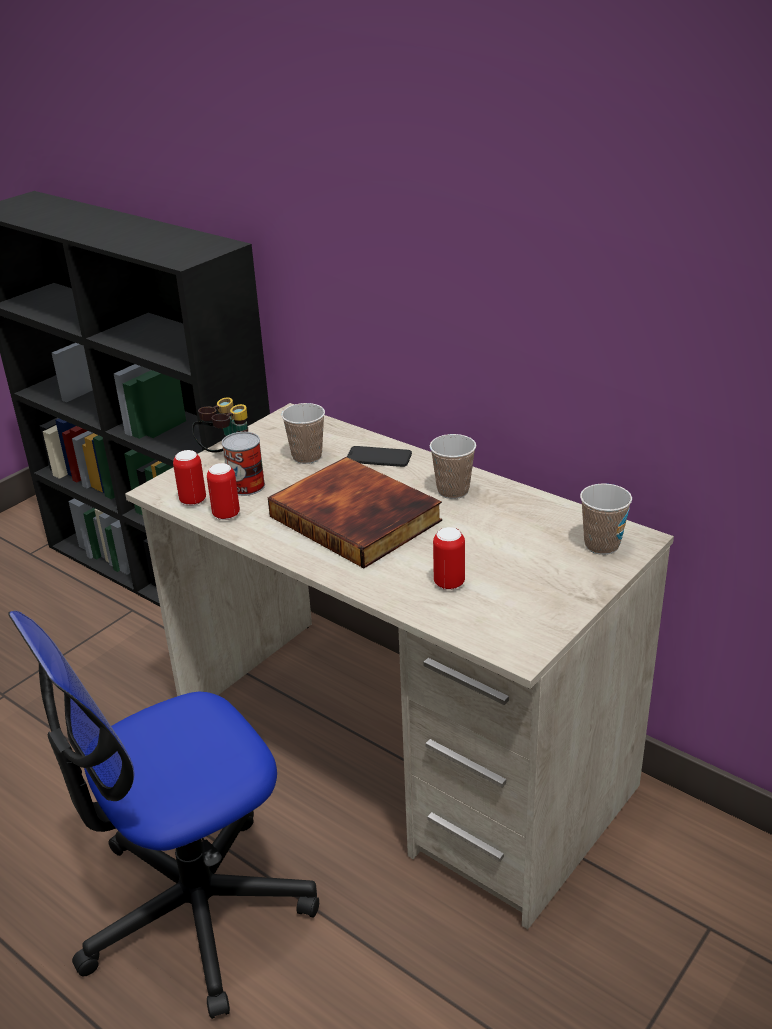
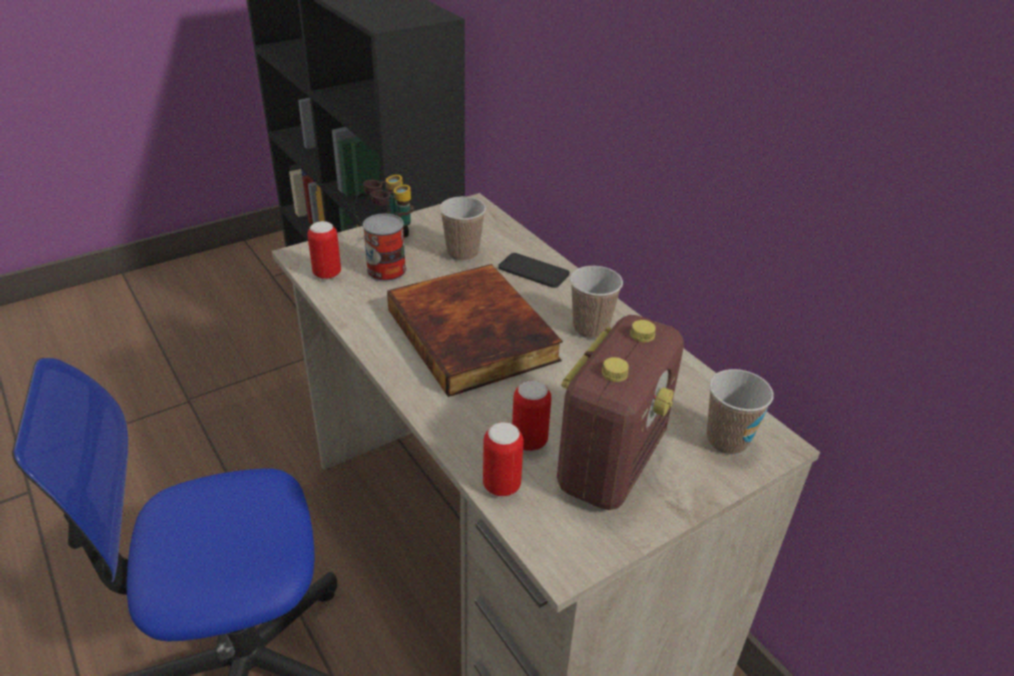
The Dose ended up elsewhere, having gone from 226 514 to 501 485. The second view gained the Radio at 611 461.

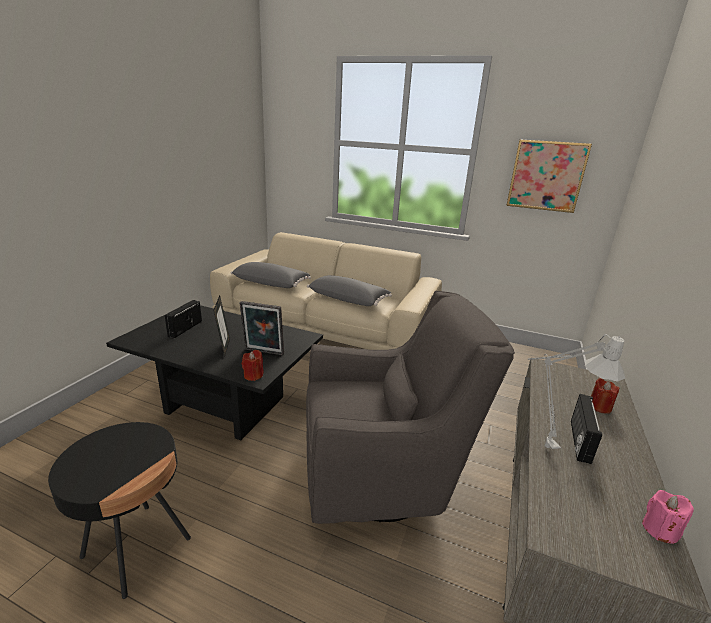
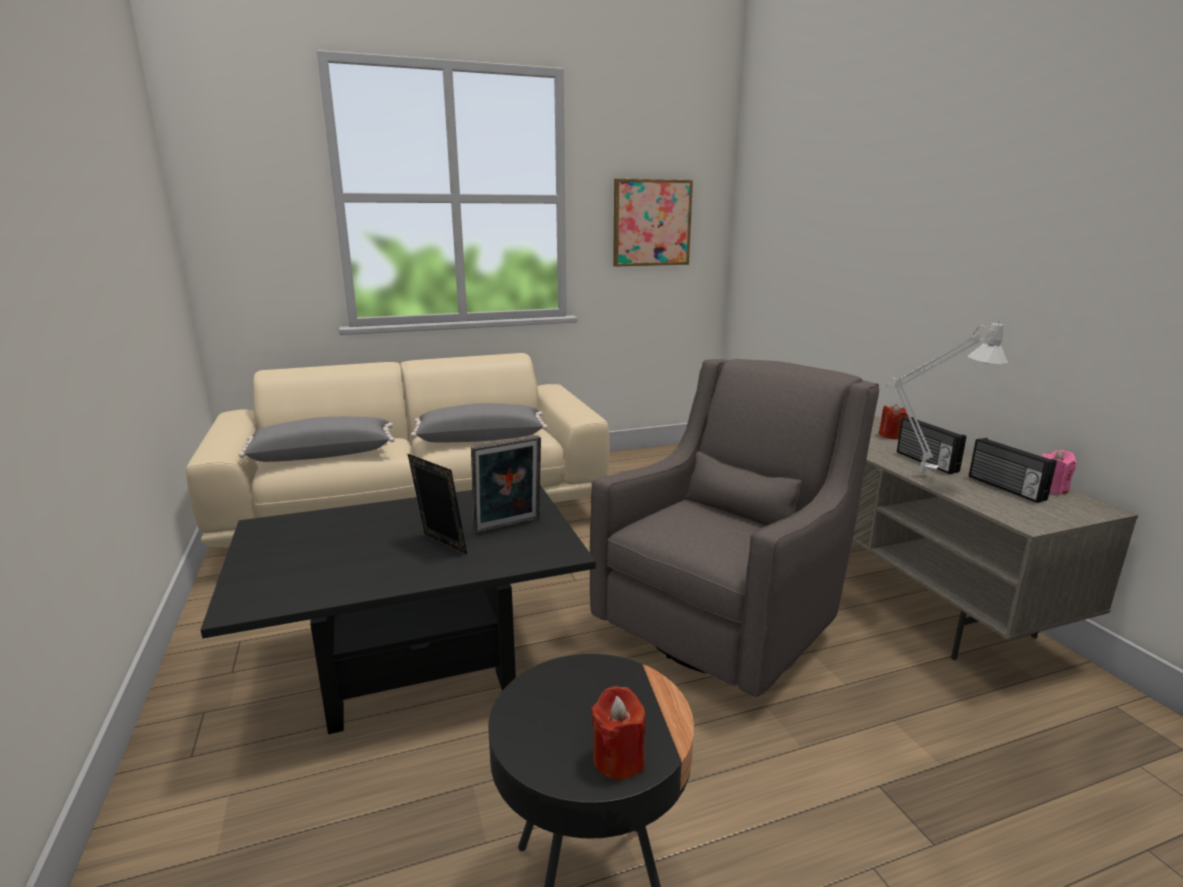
The Radio ended up elsewhere, having gone from 184 328 to 1005 488. The Kerze [rot] ended up elsewhere, having gone from 253 375 to 618 759.

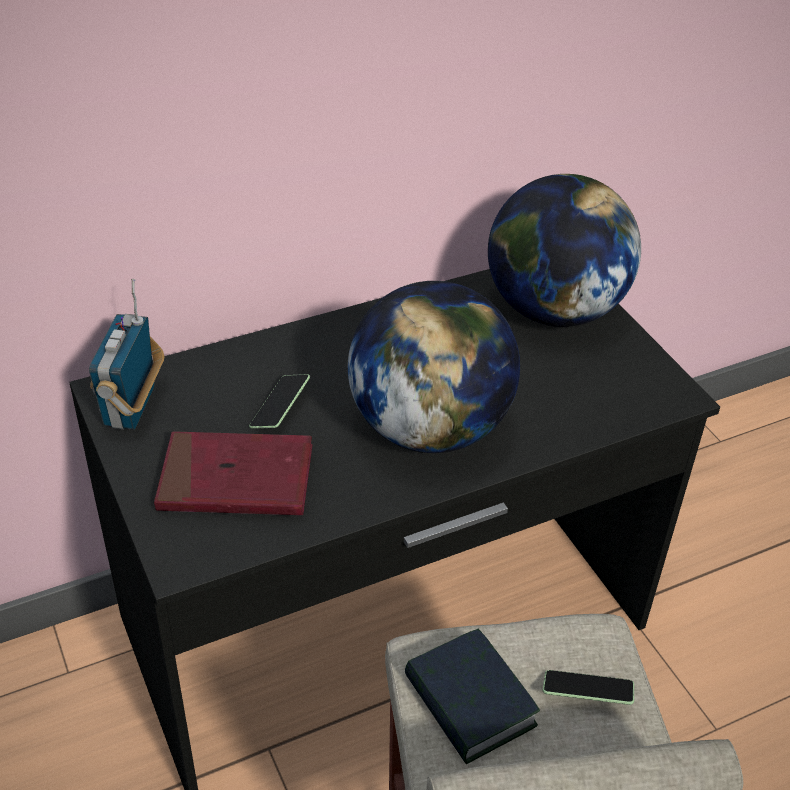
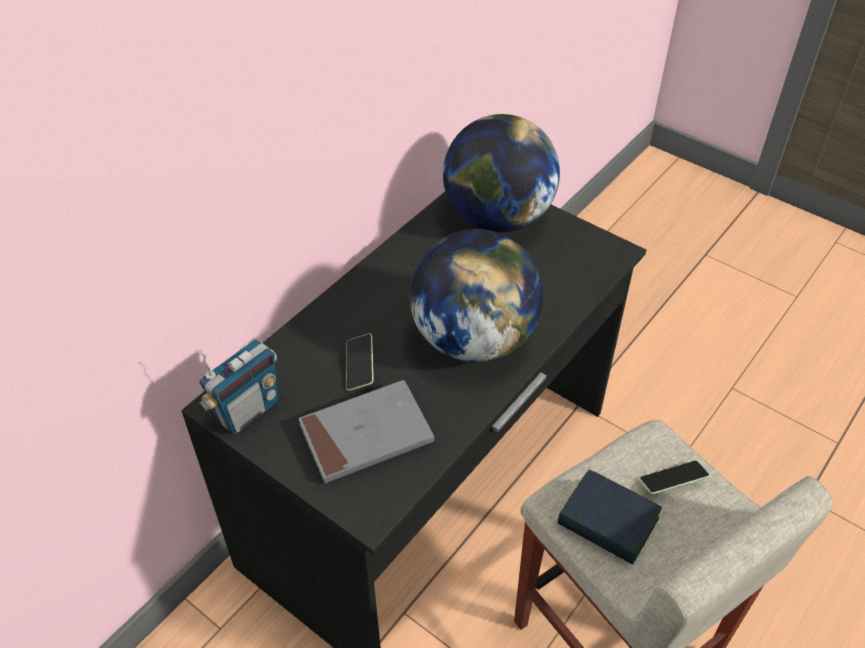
The Radio at 132 407 ended up facing another way, 120 degrees counterclockwise from before. What was the Buch [rot] at 236 480 turned into the Buch [grau] at 366 435.

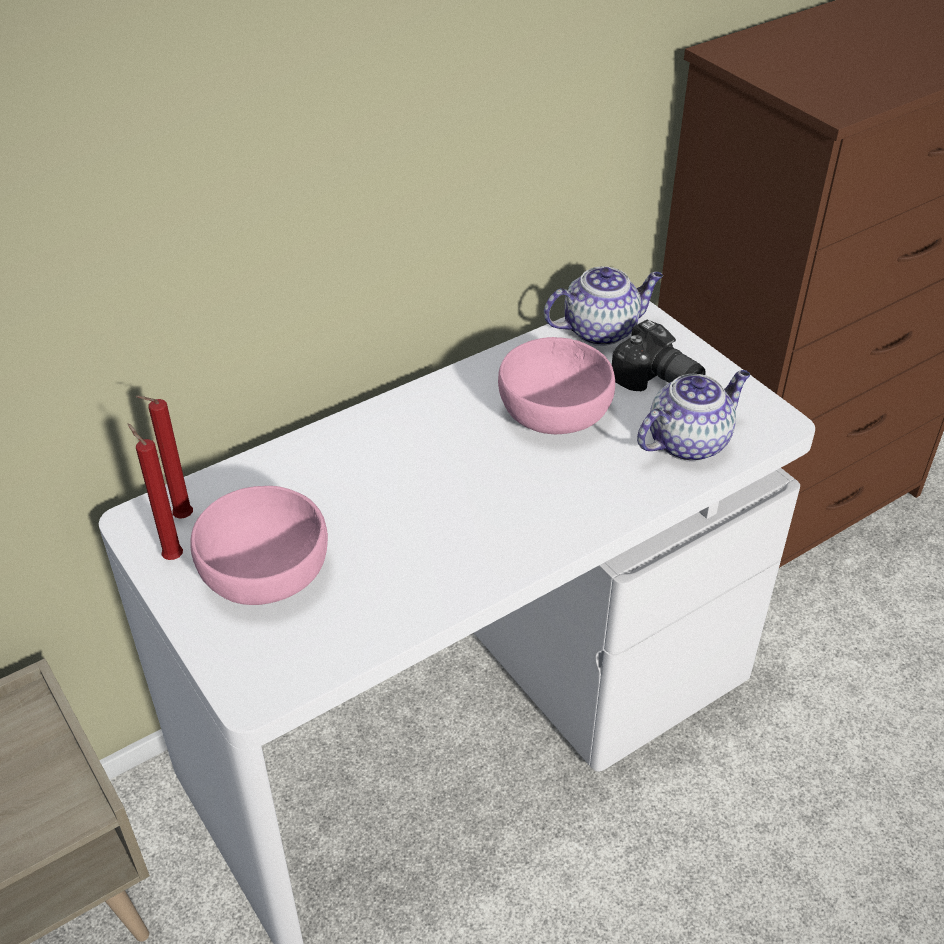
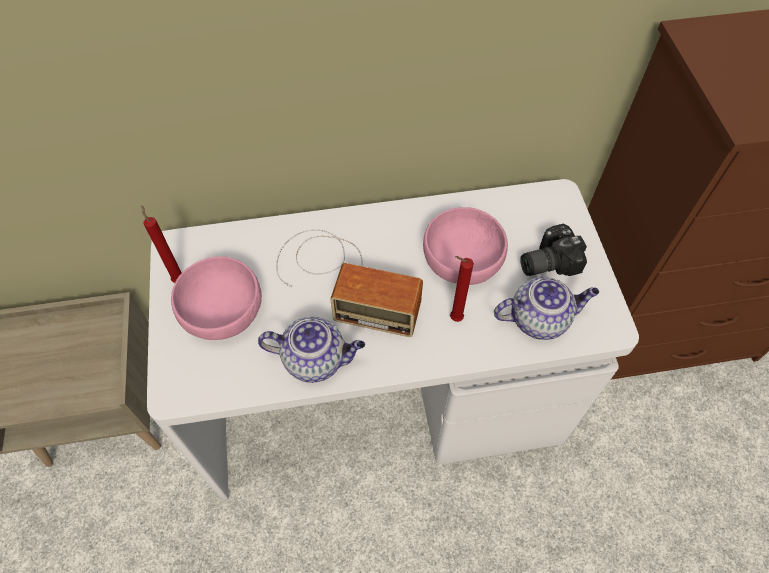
The Teekanne ended up elsewhere, having gone from 601 330 to 316 359. The Kamera at 656 381 ended up facing another way, 90 degrees clockwise from before. The Kerze [rot] ended up elsewhere, having gone from 180 518 to 454 318. The second view gained the Radio at 344 280.

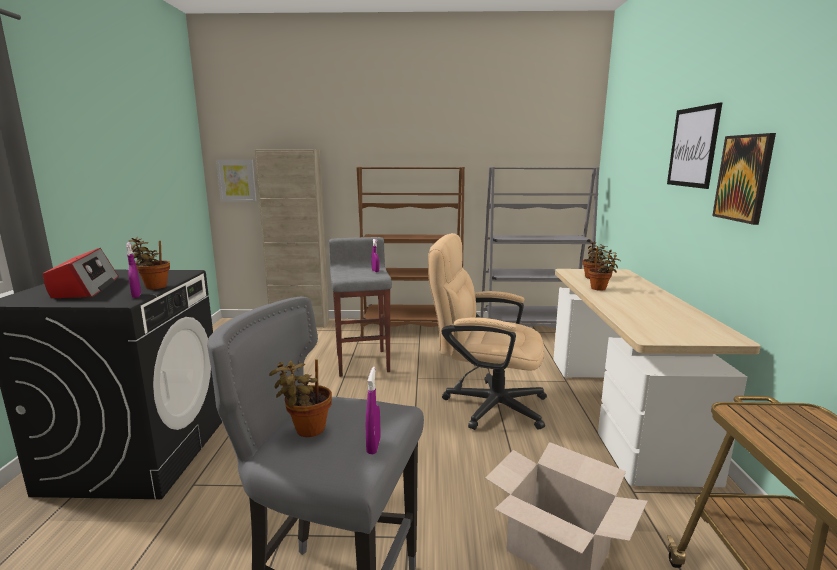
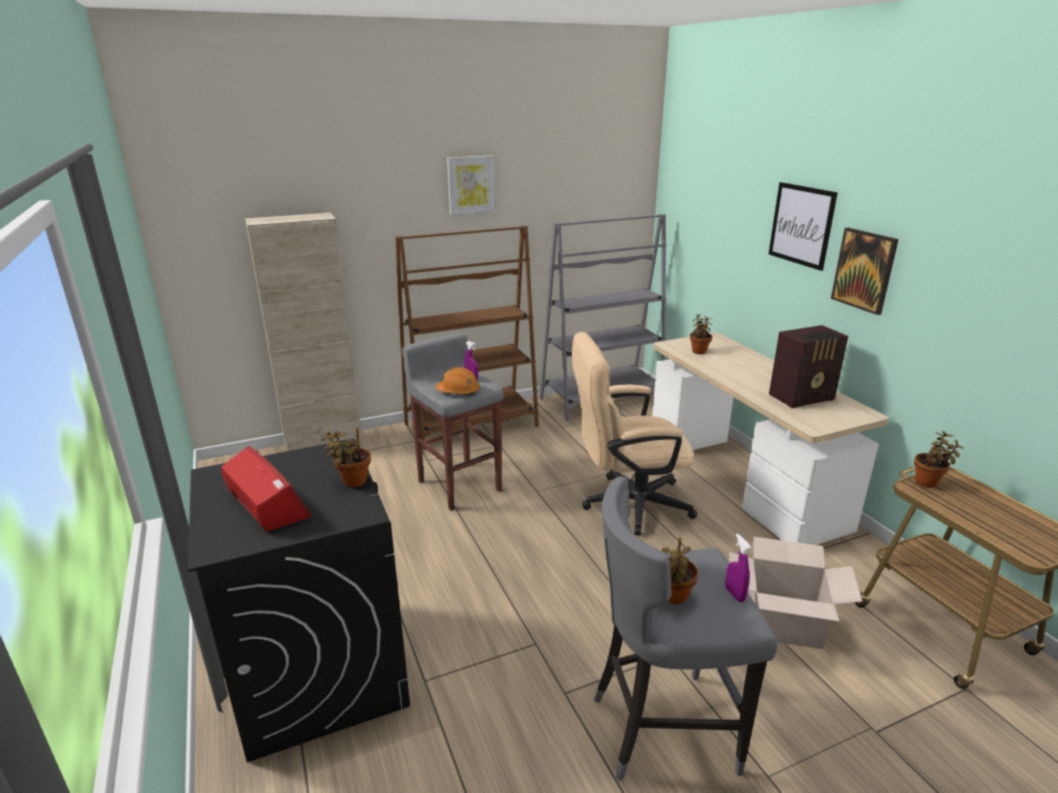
The Bild ended up elsewhere, having gone from 237 180 to 471 185. The second view lost the Sprühflasche [lila] at 136 296. The Topfpflanze ended up elsewhere, having gone from 600 288 to 928 482. The second view gained the Radio at 803 398. The second view gained the Schutzhelm [orange] at 458 391.

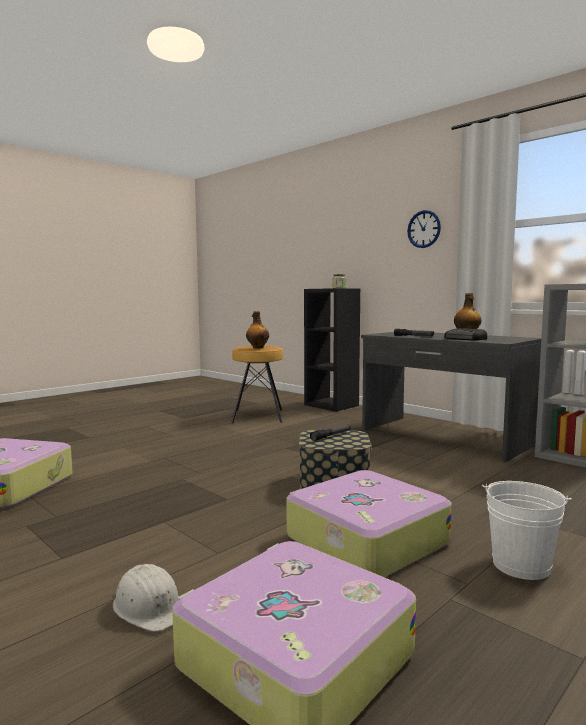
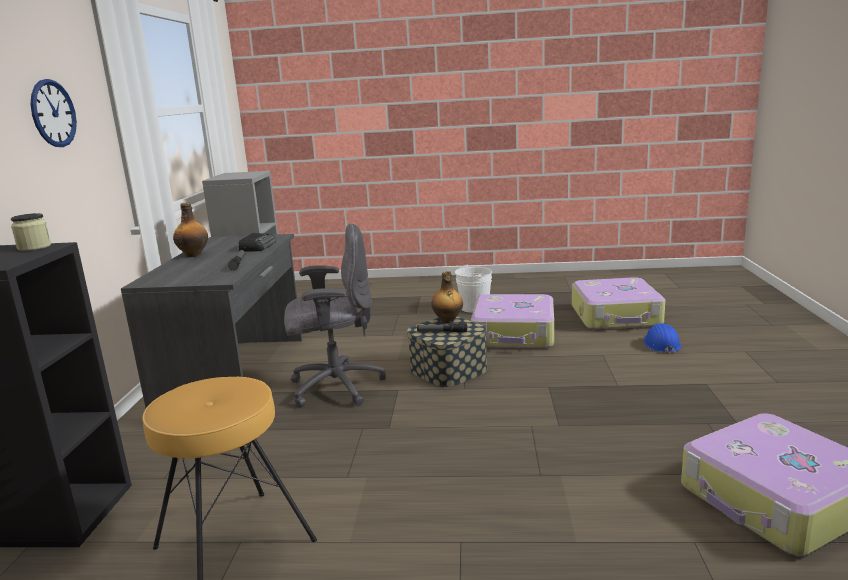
The Flasche ended up elsewhere, having gone from 257 348 to 447 320. What was the Schutzhelm [weiß] at 150 607 turned into the Schutzhelm [blau] at 661 344. The second view gained the Bürostuhl [grau] at 335 387.

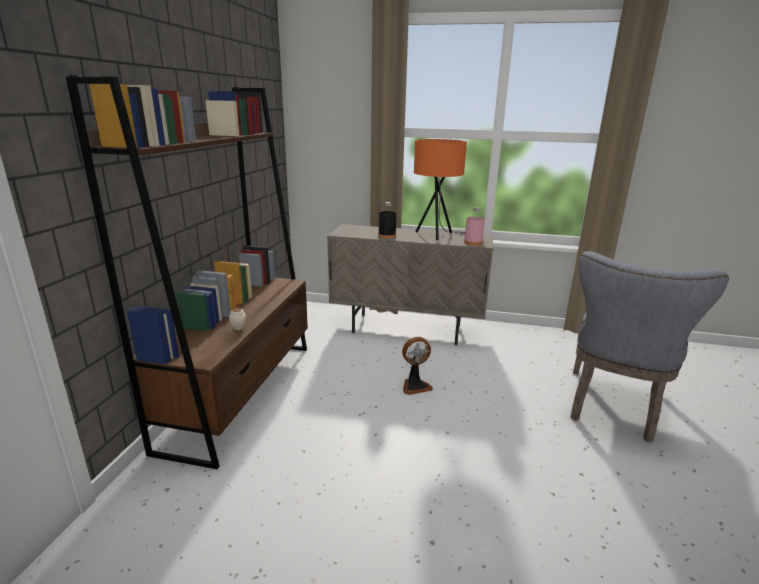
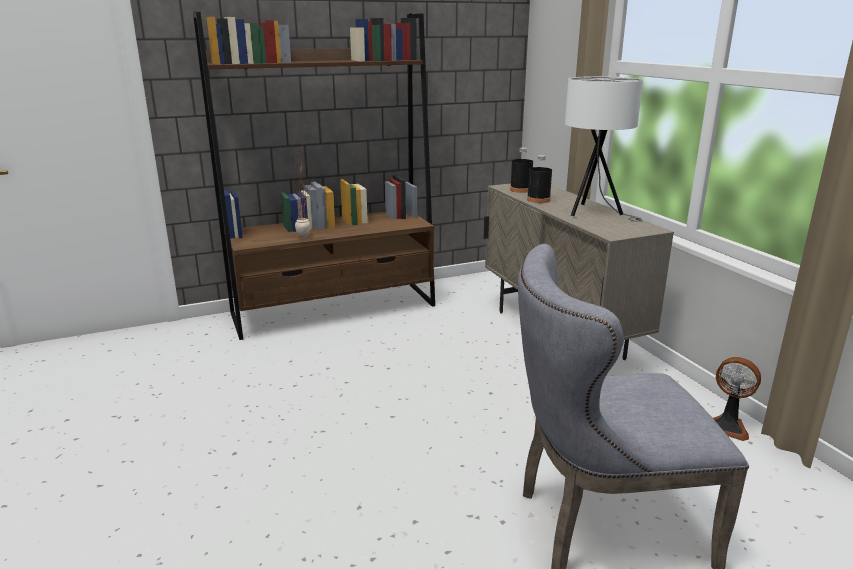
What was the Tischlampe [orange] at 437 235 turned into the Tischlampe [weiß] at 595 213. The second view lost the Flasche [rosa] at 473 243. The Ventilator ended up elsewhere, having gone from 415 386 to 727 426. The second view gained the Flasche [schwarz] at 520 190.

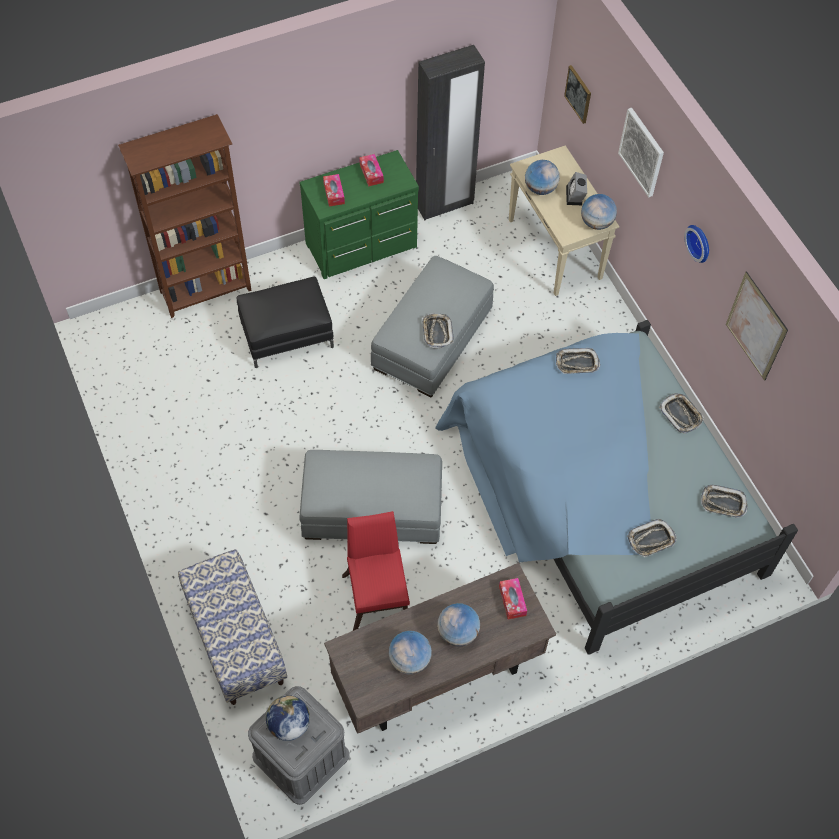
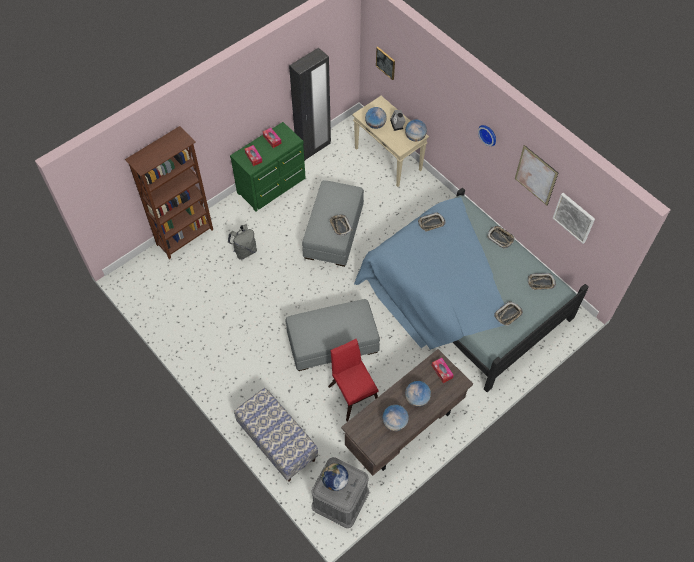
The Bild ended up elsewhere, having gone from 642 152 to 574 217. Where the Polsterhocker [schwarz] stood at 287 335, the Rucksack [grau] came to stand at 244 251.

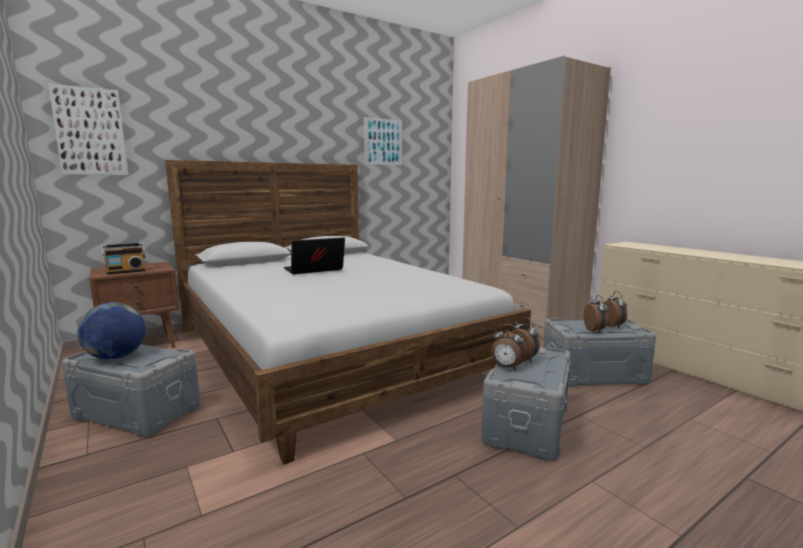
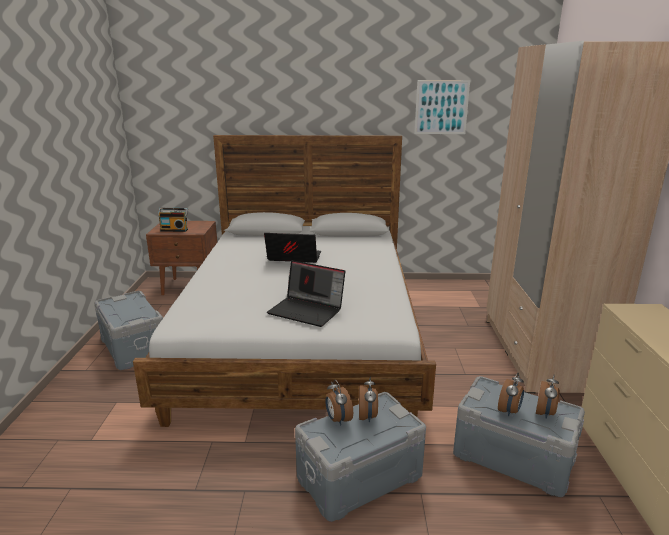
The second view lost the Bild at 90 132. The second view lost the Globus at 116 357. The second view gained the Laptop at 307 310.

